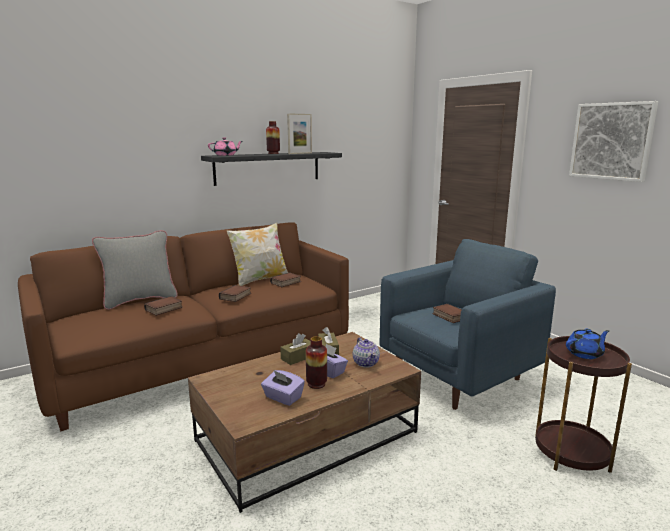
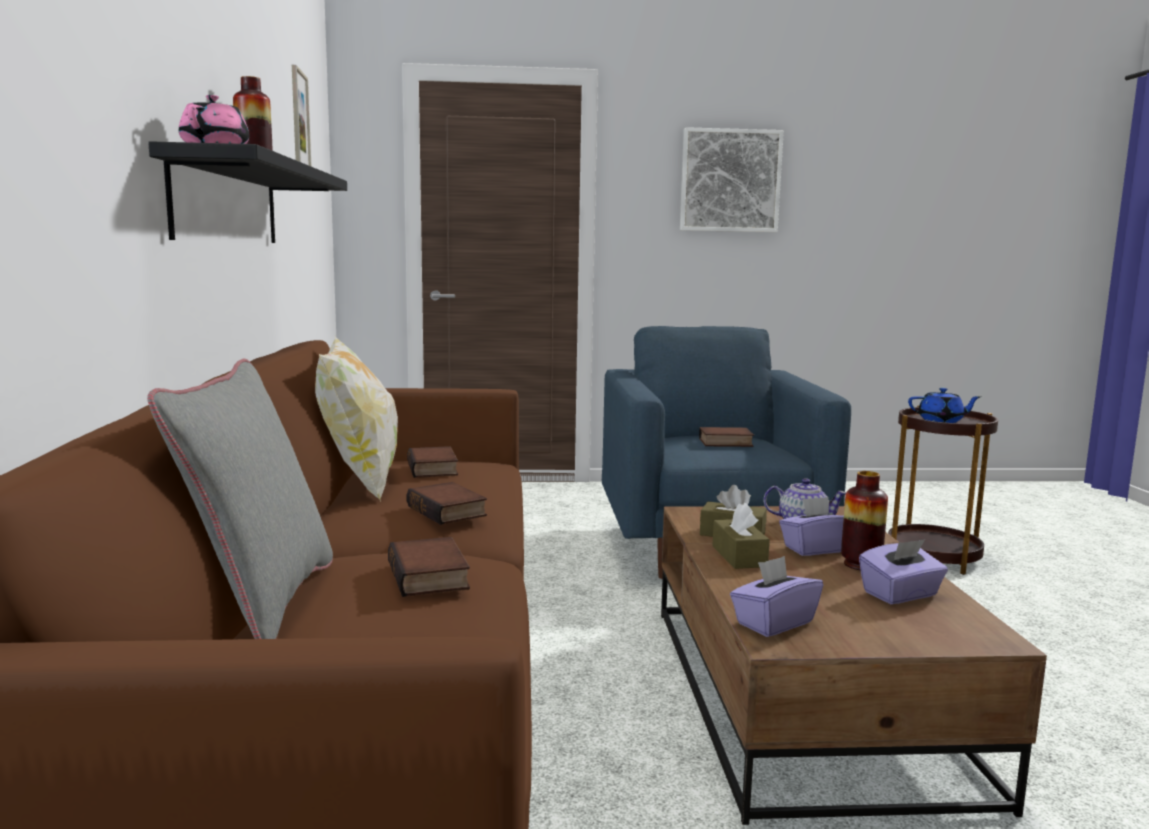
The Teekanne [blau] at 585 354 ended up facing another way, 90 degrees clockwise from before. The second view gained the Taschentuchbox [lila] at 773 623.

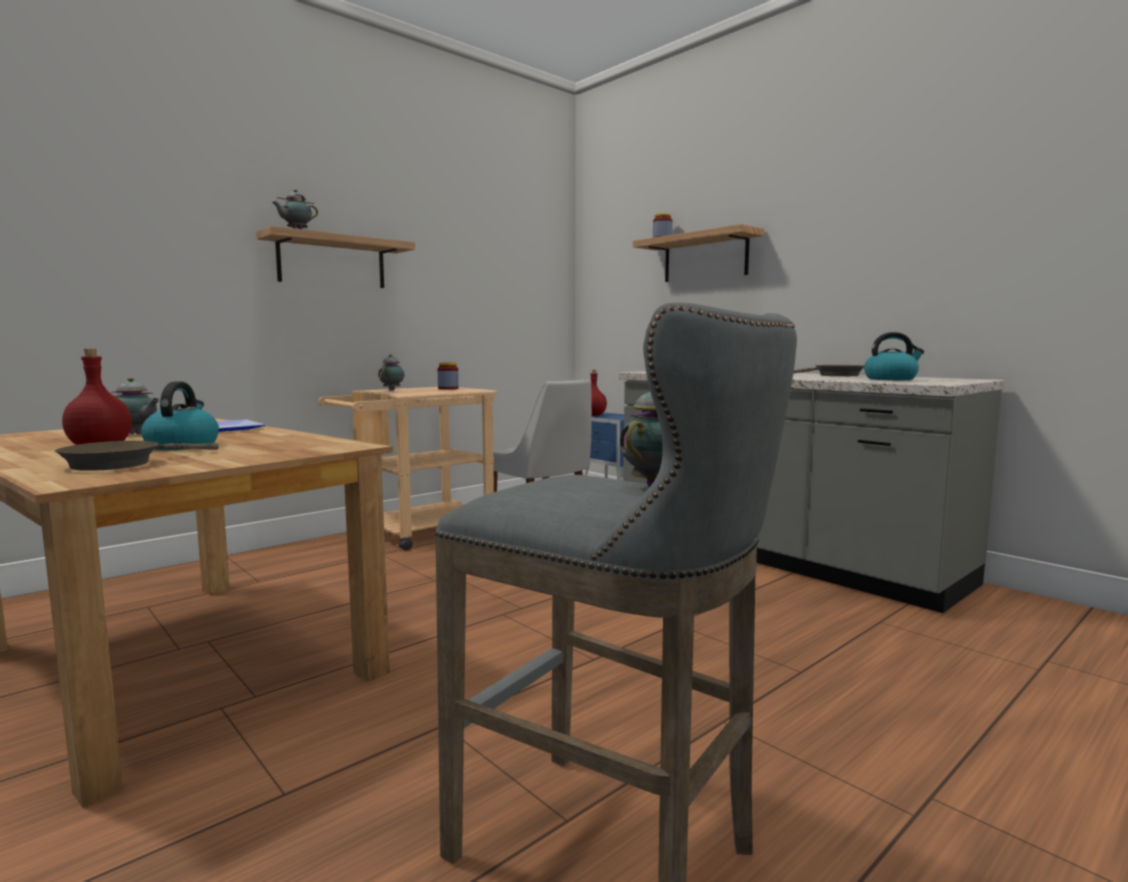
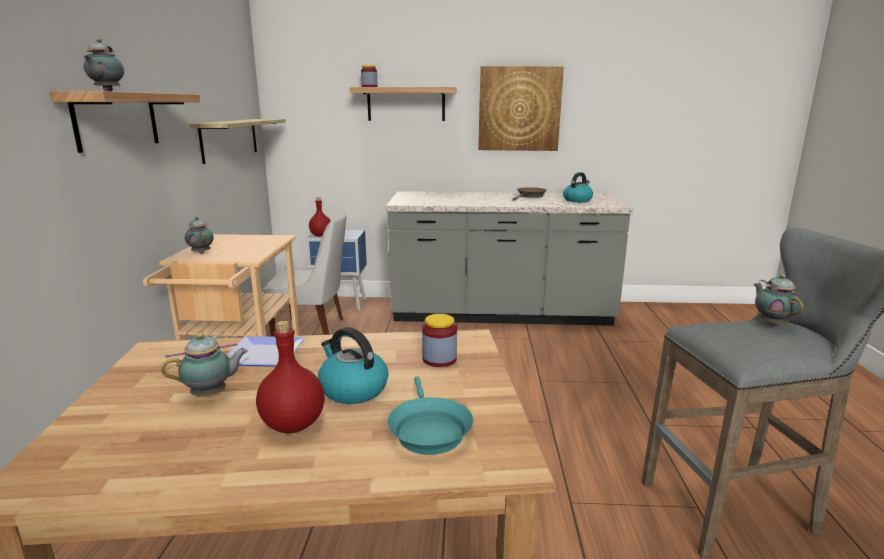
The Vorratsglas ended up elsewhere, having gone from 448 389 to 439 359. What was the Pfanne [braun] at 119 463 turned into the Pfanne [türkis] at 428 430. The second view gained the Bild at 519 109. The second view gained the Wandregal at 230 139.

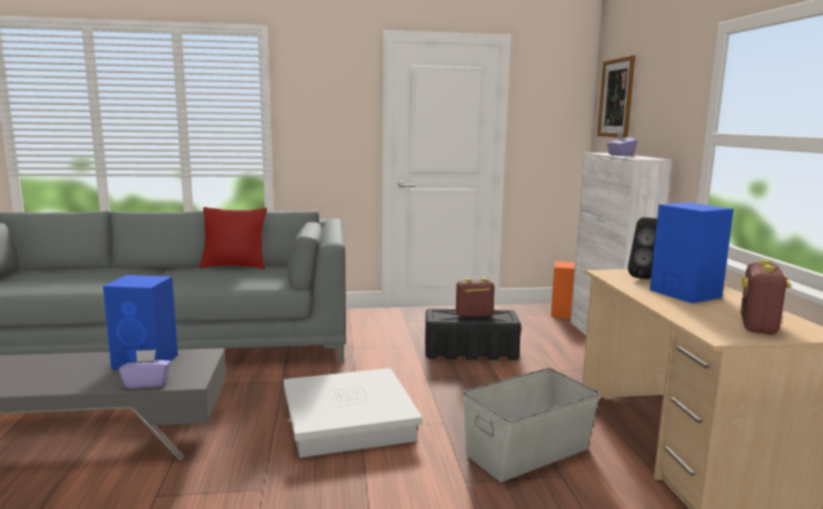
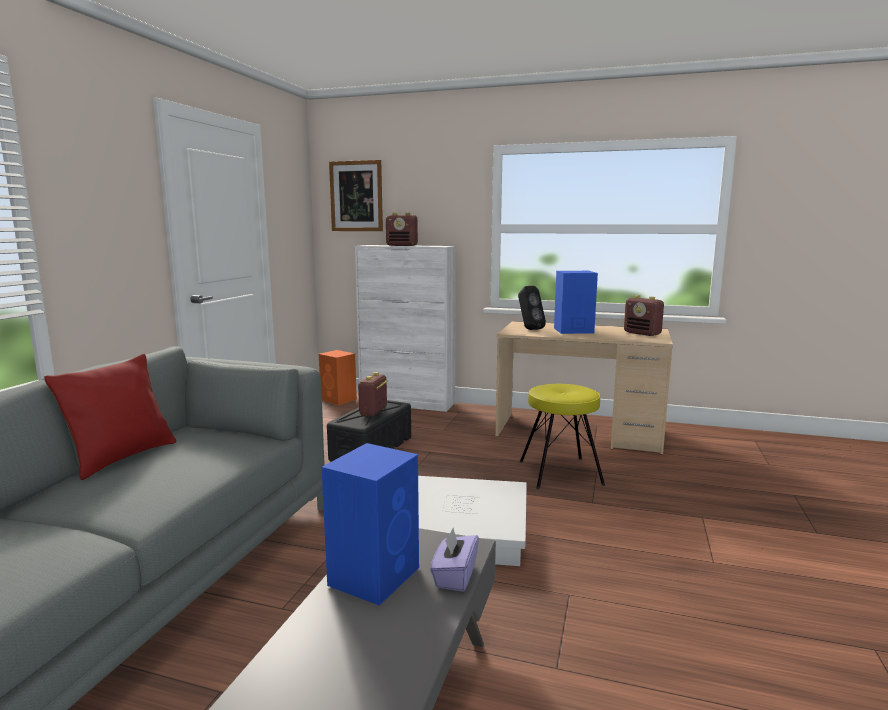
Where the Taschentuchbox [lila] stood at 620 155, the Radio came to stand at 402 245. Where the Aufbewahrungsbox [grau] stood at 526 451, the Hocker [gelb] came to stand at 560 473.

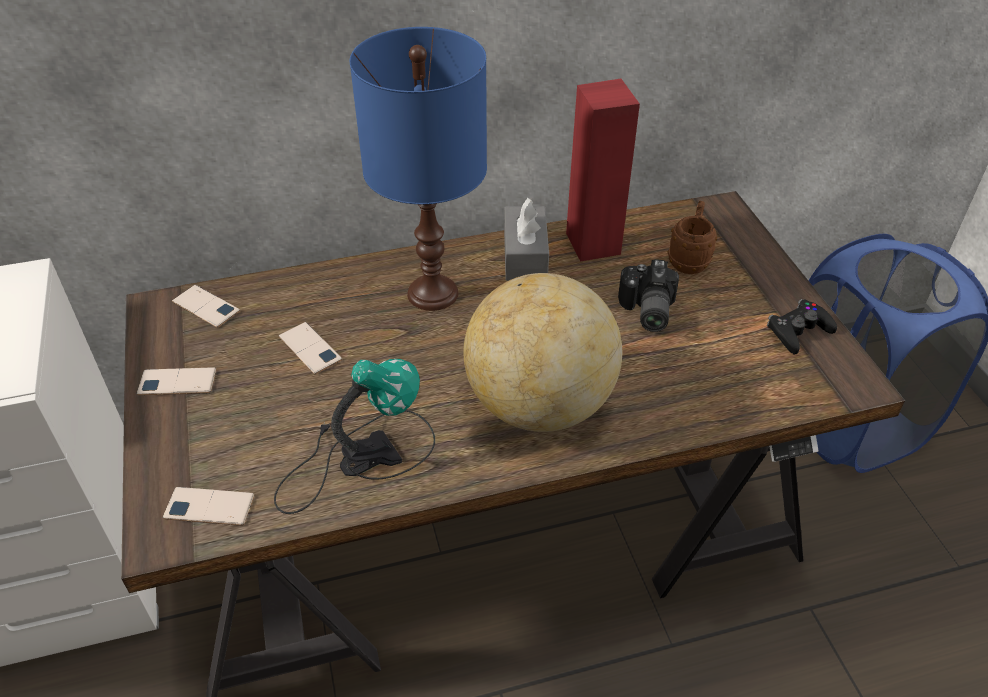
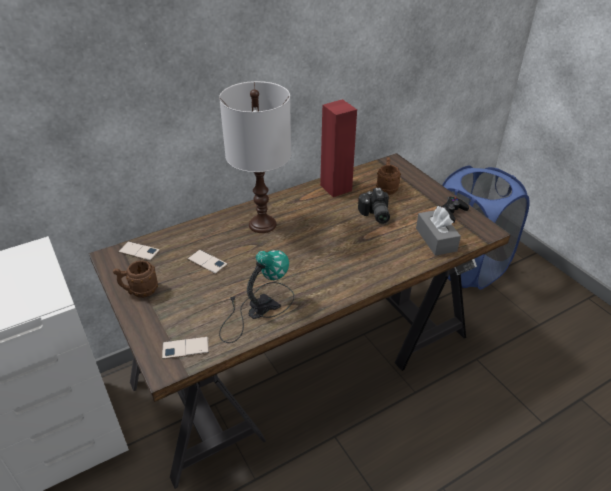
What was the Tischlampe [blau] at 432 294 turned into the Tischlampe [weiß] at 262 224. The Taschentuchbox [grau] ended up elsewhere, having gone from 525 256 to 436 239. The second view lost the Globus at 539 405. Where the Handy stood at 177 382, the Henkelbecher [braun] came to stand at 139 291.

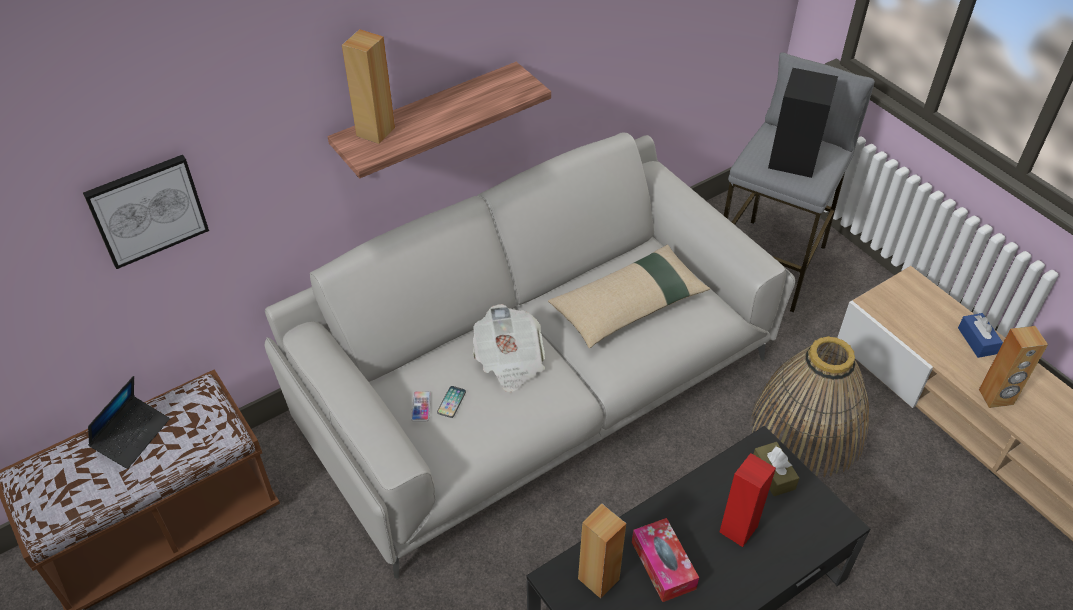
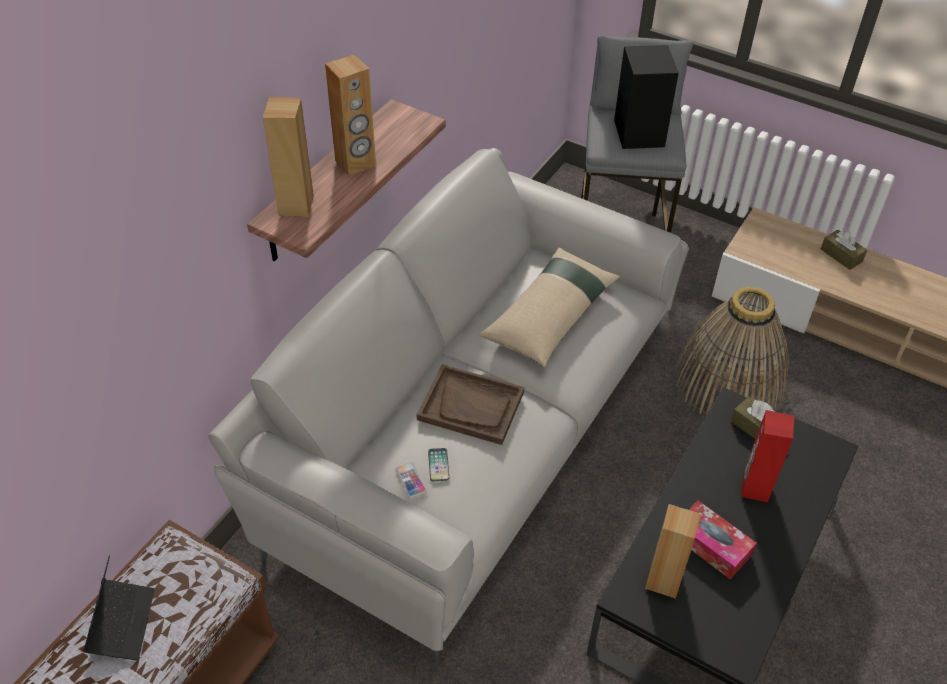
The second view lost the Bild at 147 210. Where the Zeitung stood at 509 361, the Tablett [braun] came to stand at 471 406. What was the Taschentuchbox [blau] at 977 340 turned into the Taschentuchbox [braun] at 841 255. The Lautsprecher [braun] ended up elsewhere, having gone from 996 397 to 355 163.

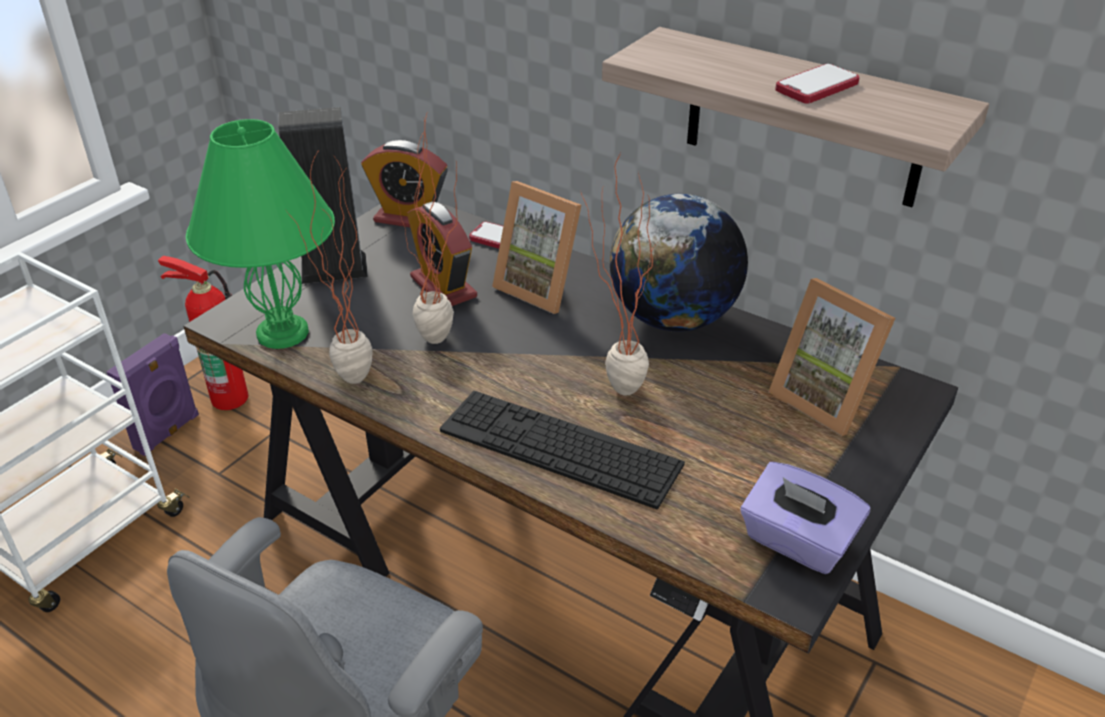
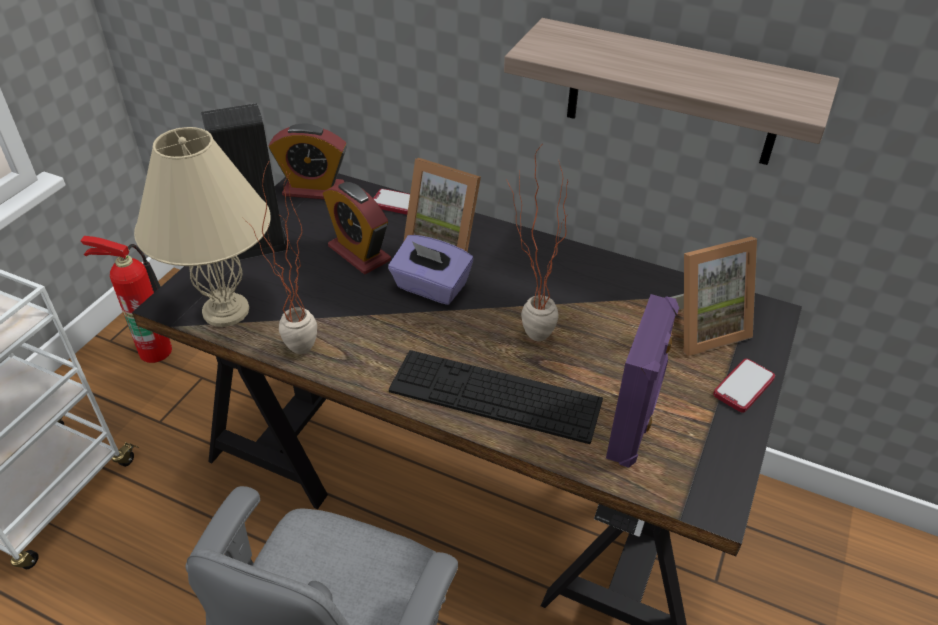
The Handy ended up elsewhere, having gone from 817 86 to 743 386. The second view lost the Topfpflanze at 440 346. What was the Tischlampe [grün] at 283 332 turned into the Tischlampe [beige] at 227 310. The second view lost the Globus at 673 318. The Bilderrahmen at 826 399 ended up facing another way, 60 degrees counterclockwise from before. The Lautsprecher [lila] ended up elsewhere, having gone from 168 433 to 633 428. The Taschentuchbox [lila] ended up elsewhere, having gone from 797 542 to 430 287.

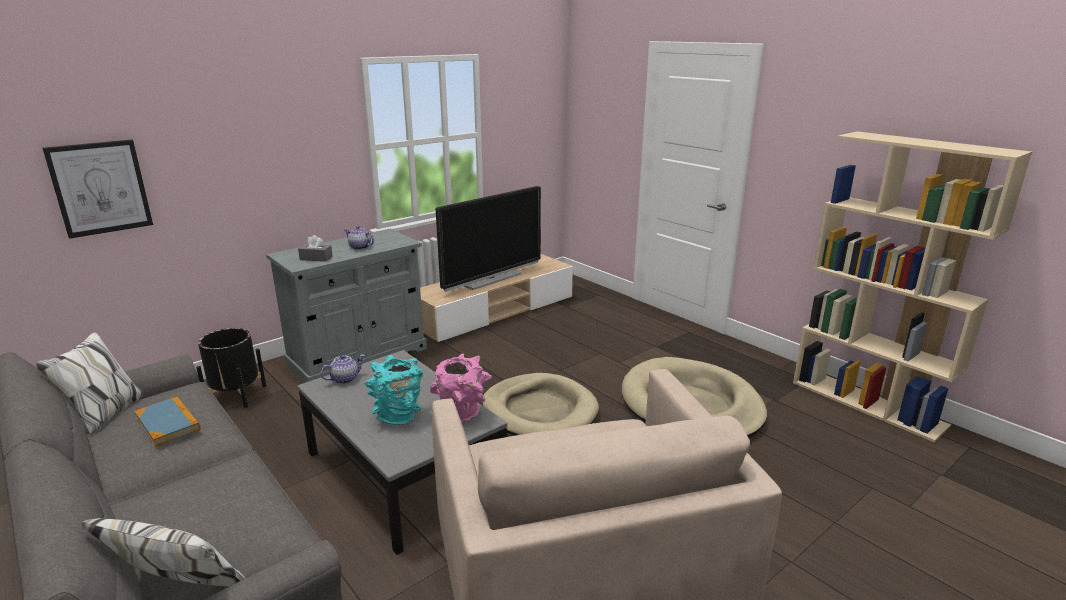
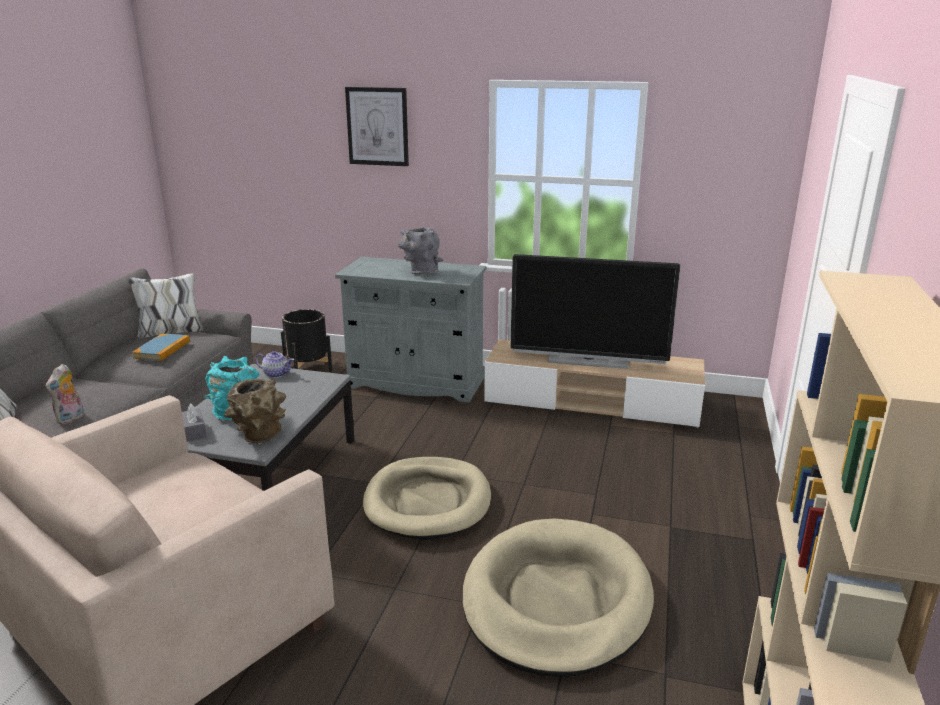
The Bild ended up elsewhere, having gone from 100 188 to 377 126. Where the Teekanne stood at 359 247, the Vase [grau] came to stand at 420 272. The Taschentuchbox [grau] ended up elsewhere, having gone from 316 258 to 194 431. What was the Vase [rosa] at 463 415 turned into the Vase [braun] at 259 438. The second view gained the Plüschtier at 71 418.

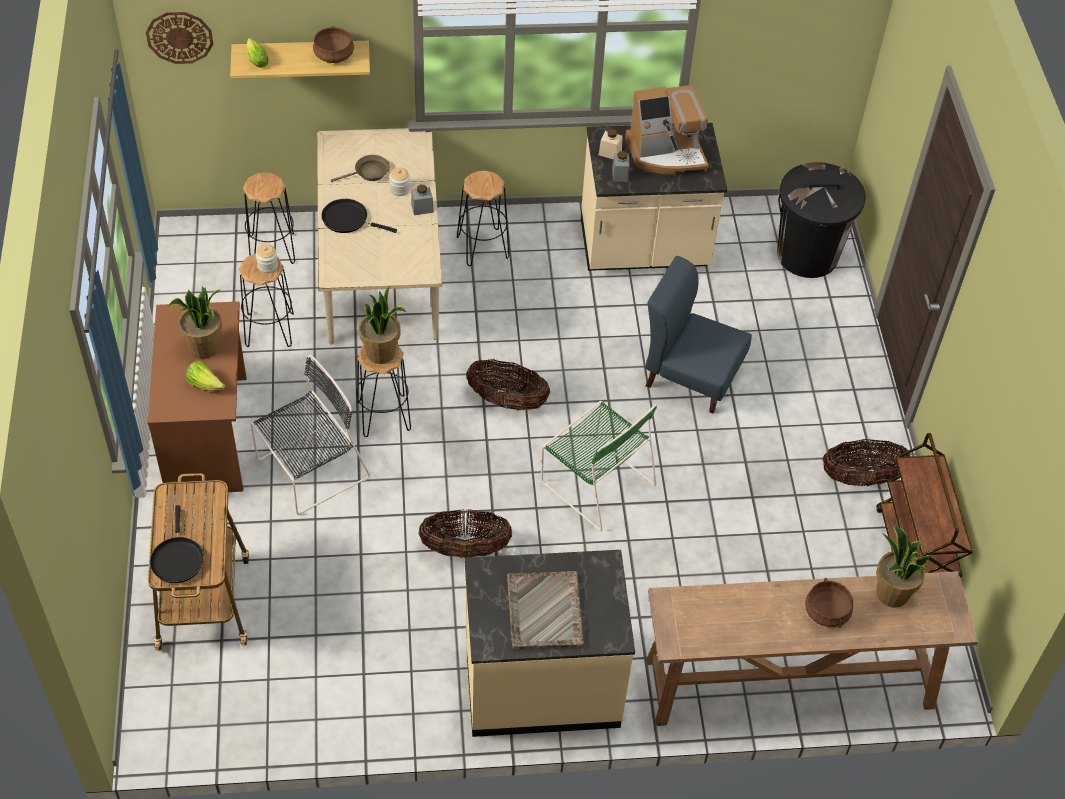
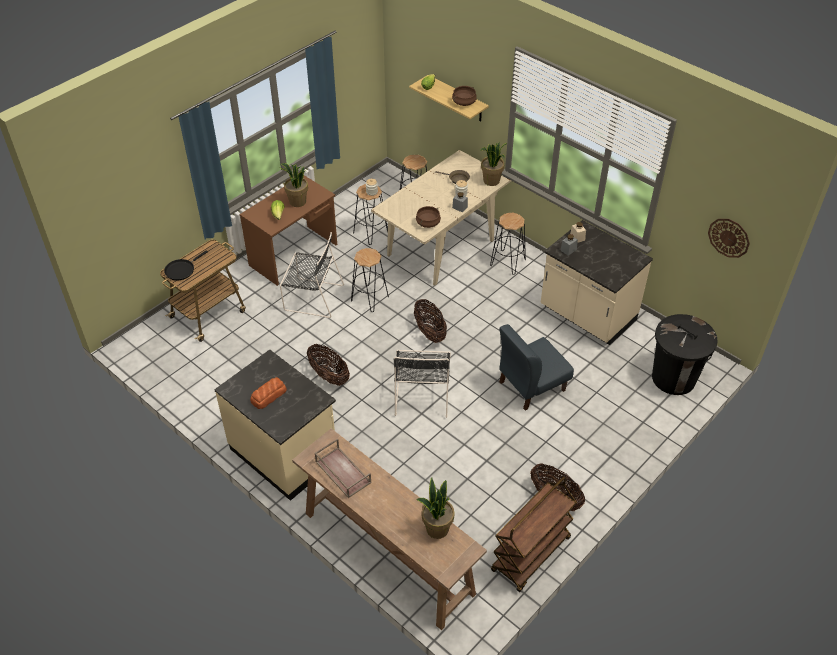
The Wanduhr ended up elsewhere, having gone from 179 37 to 729 237. The second view lost the Kaffeemaschine at 667 153. The second view lost the Pfanne [schwarz] at 348 219. The Stuhl [blau] at 690 376 ended up facing another way, 105 degrees counterclockwise from before. The Topfpflanze ended up elsewhere, having gone from 381 353 to 491 181. What was the Stuhl [grün] at 595 481 turned into the Stuhl [schwarz] at 422 394. Where the Tablett [grau] stood at 544 612, the Brot came to stand at 268 396. The Kochtopf [braun] ended up elsewhere, having gone from 827 612 to 428 223. The second view gained the Tablett [braun] at 342 472.

